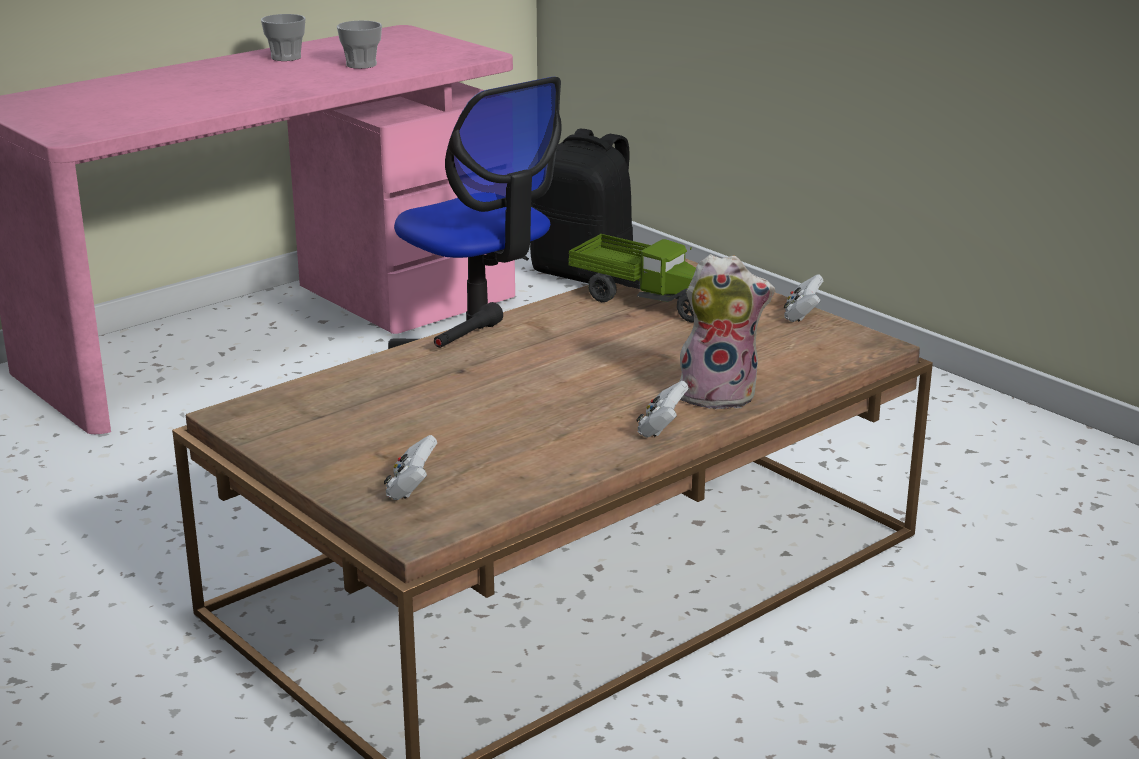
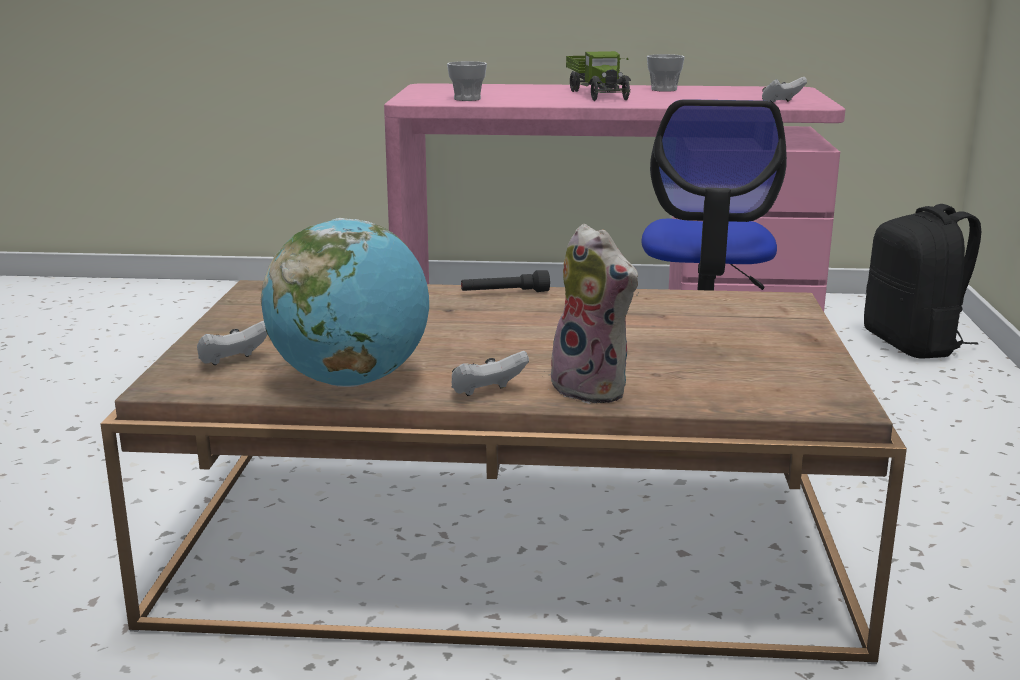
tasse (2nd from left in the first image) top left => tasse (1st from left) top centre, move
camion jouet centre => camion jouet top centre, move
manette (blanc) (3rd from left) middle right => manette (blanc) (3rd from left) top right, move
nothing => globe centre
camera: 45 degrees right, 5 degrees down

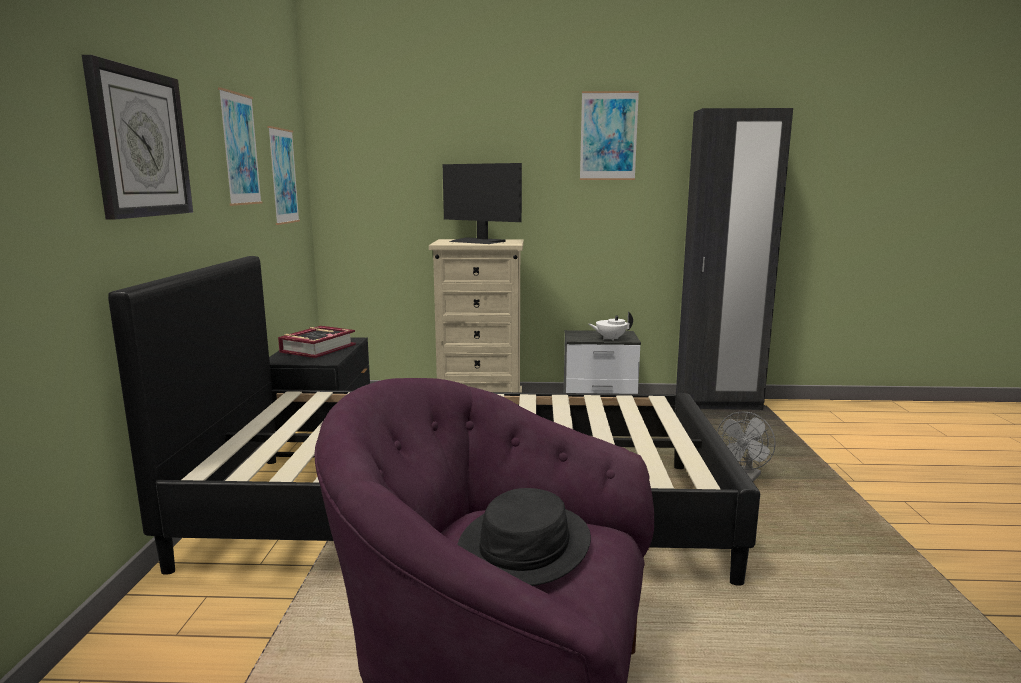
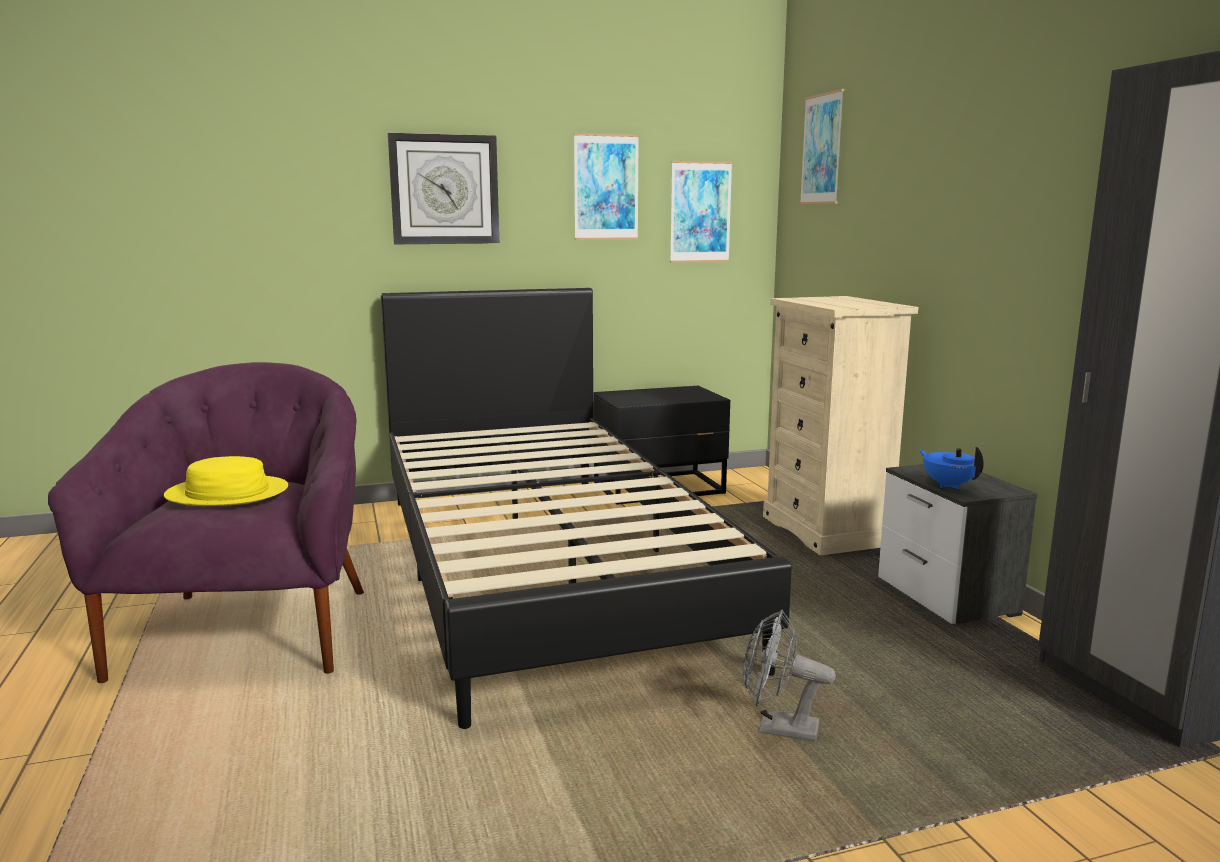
livre middle left => nothing
écran d'ordinateur top centre => nothing
chapeau (noir) bottom centre => chapeau (jaune) middle left
tableau (3rd from left) top centre => tableau (3rd from left) top right, move
théière (blanc) centre => théière (bleu) middle right
camera: 70 degrees right, 0 degrees up

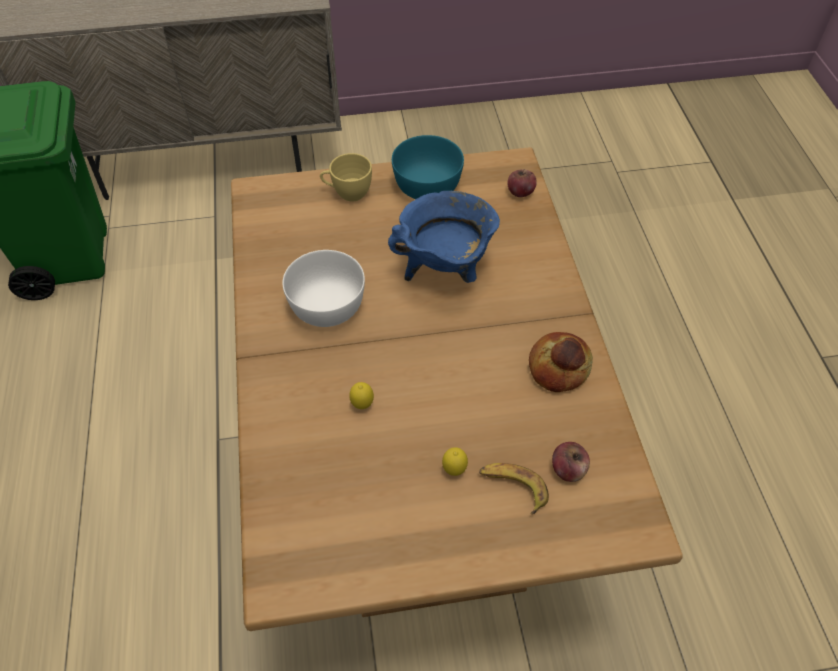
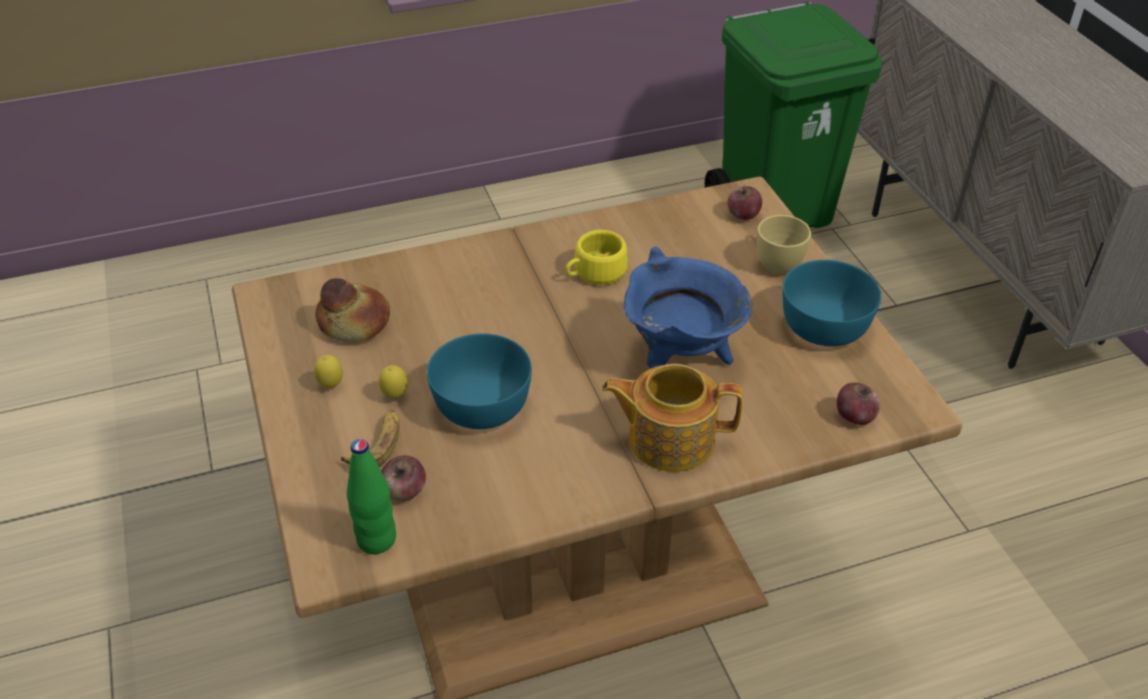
bol (blanc) centre => tasse (jaune) (1st from left) centre
citron (1st from left) centre => citron (1st from left) middle left, move
pain middle right => pain middle left, move
nothing => bouteille (vert) bottom left
nothing => bol (turquoise) (1st from left) centre
nothing => théière centre
nothing => pomme (2nd from left) top centre
camera: 80 degrees right, 10 degrees down

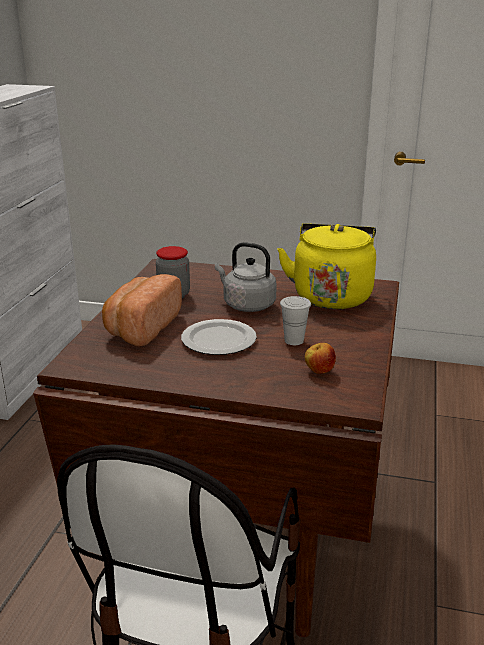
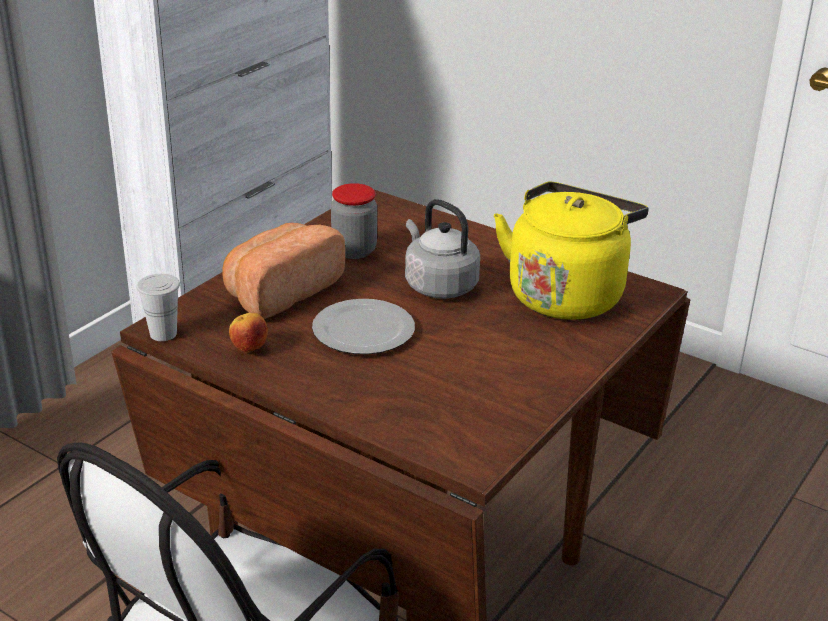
tasse (blanc) centre => tasse (blanc) middle left, move
pomme centre => pomme middle left, move
camera: 20 degrees right, 5 degrees up

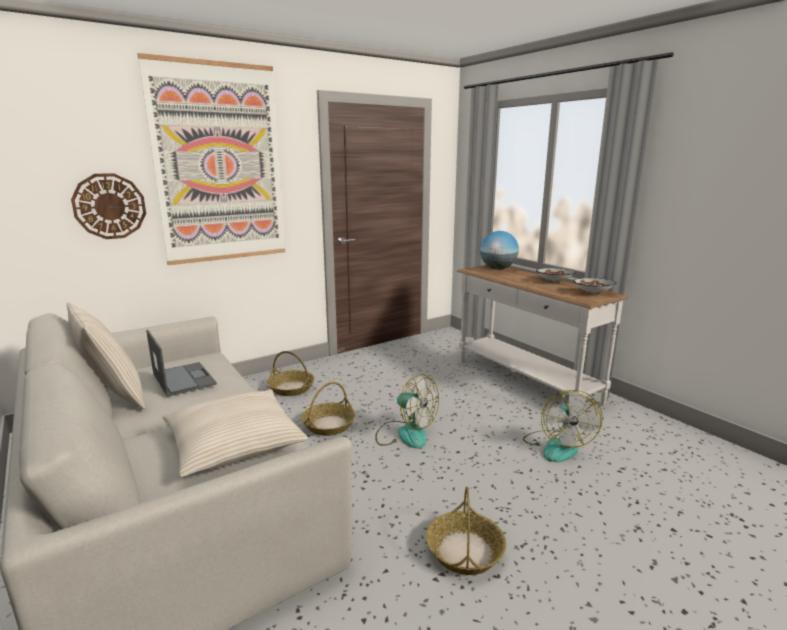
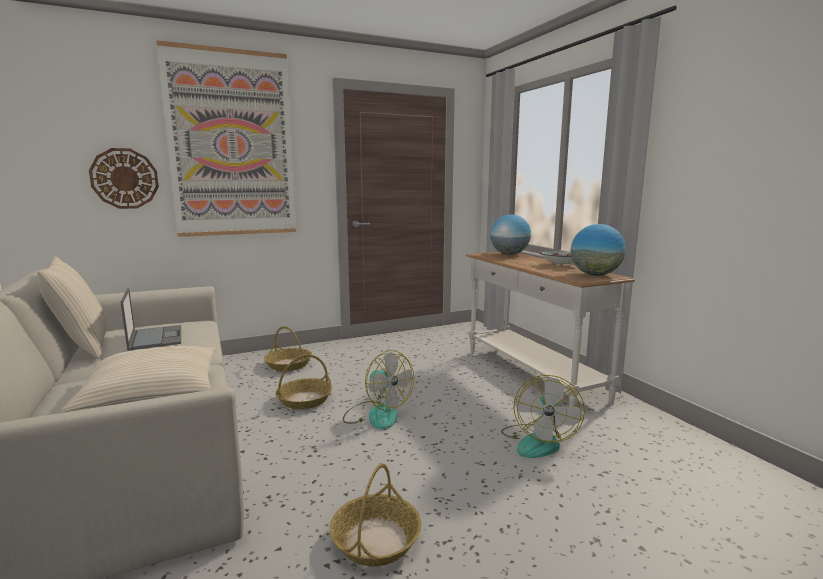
bol (2nd from left) middle right => globe (2nd from left) middle right
camera: 10 degrees right, 5 degrees down

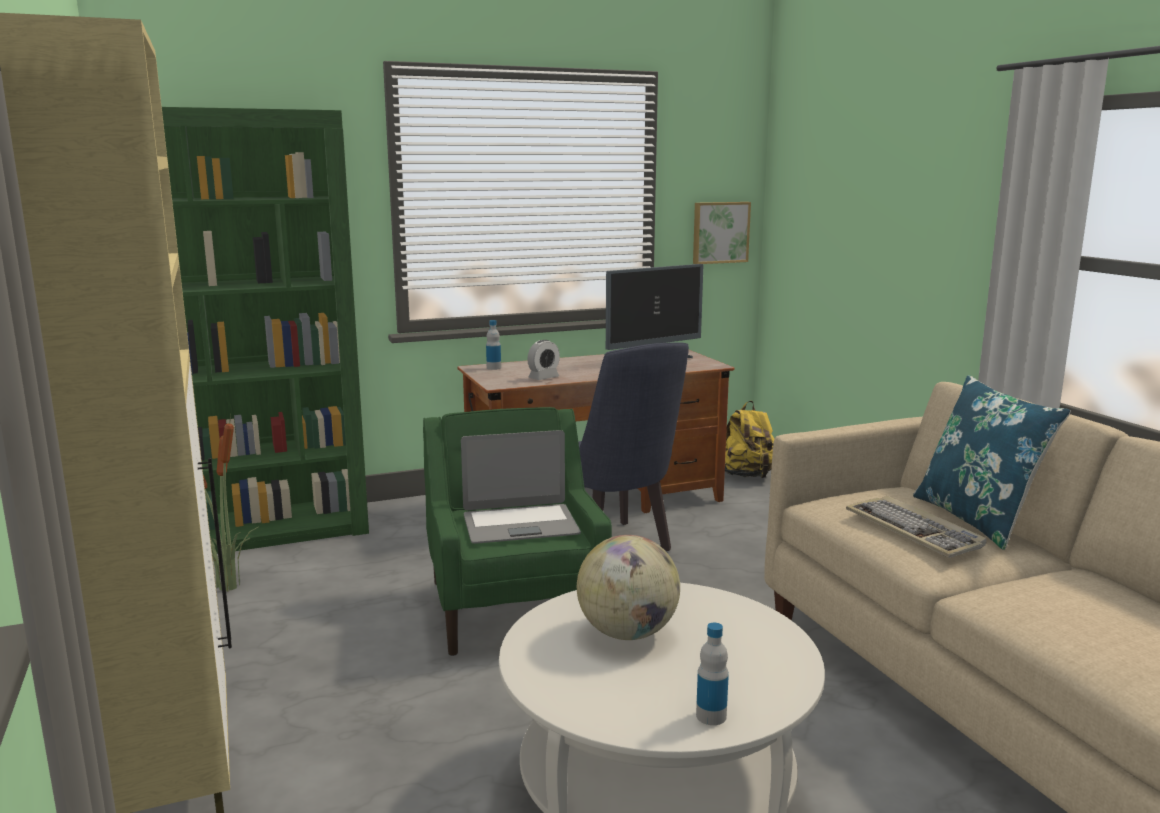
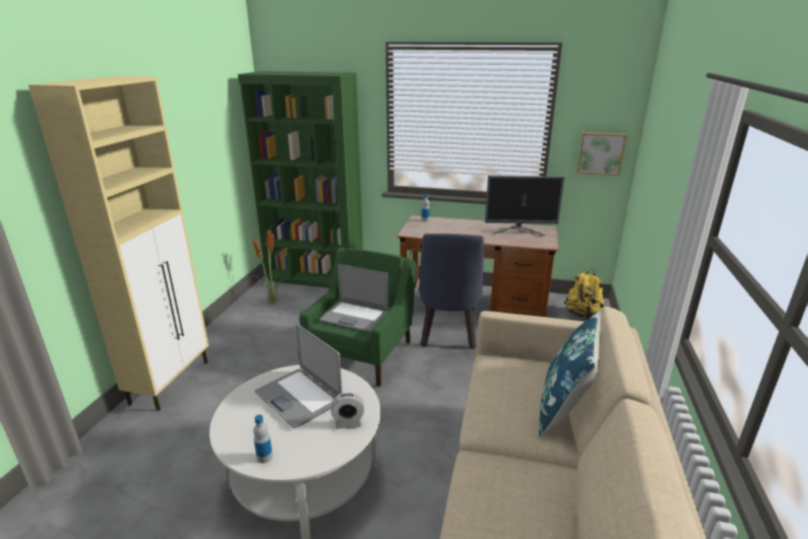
réveil centre => réveil bottom centre, move
globe bottom centre => ordinateur portable (1st from left) bottom centre
clavier middle right => nothing
camera: 35 degrees right, 10 degrees up

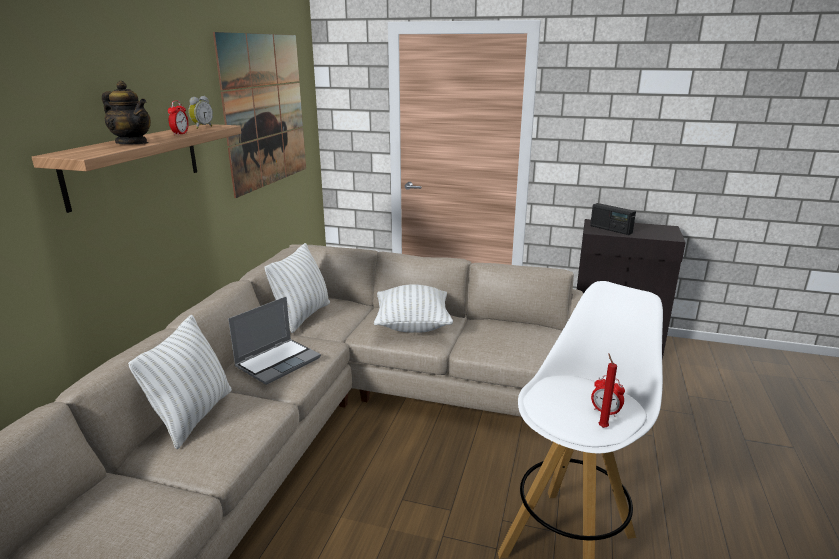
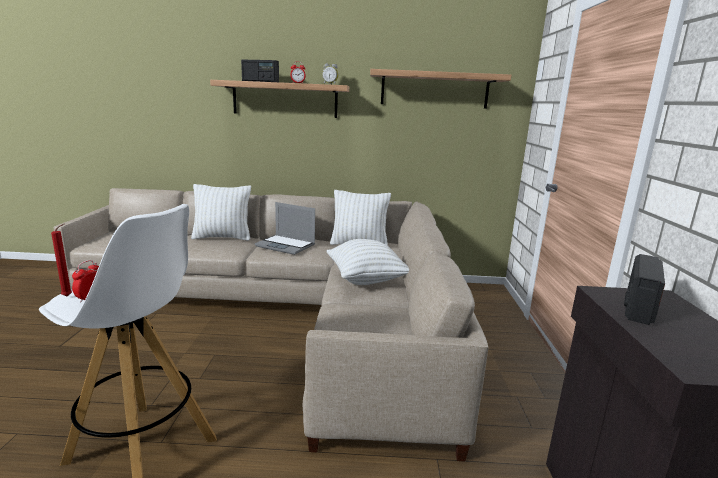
théière top left => radio (1st from left) top centre
tableau top left => étagère (2nd from left) top centre
camera: 75 degrees right, 5 degrees down

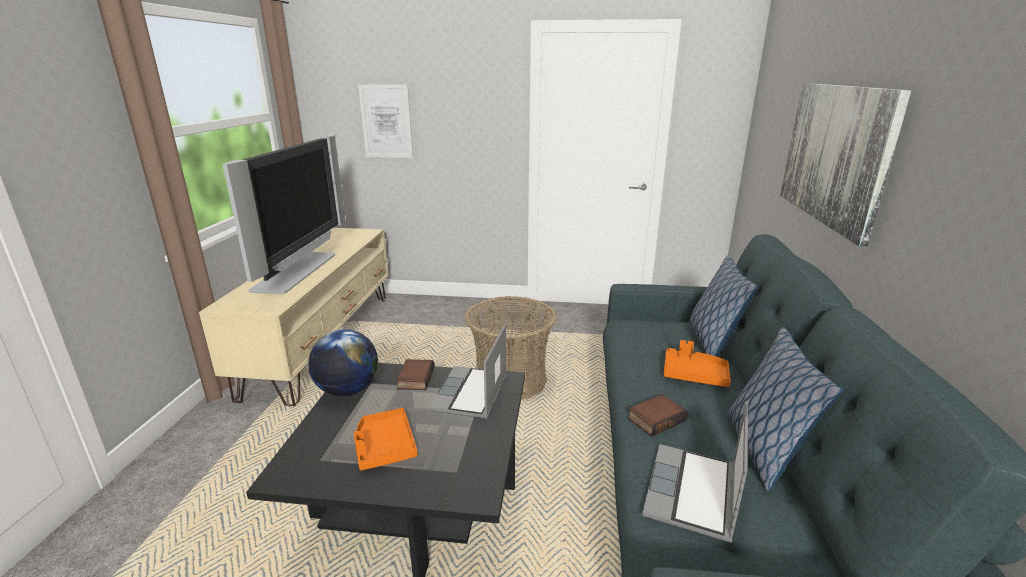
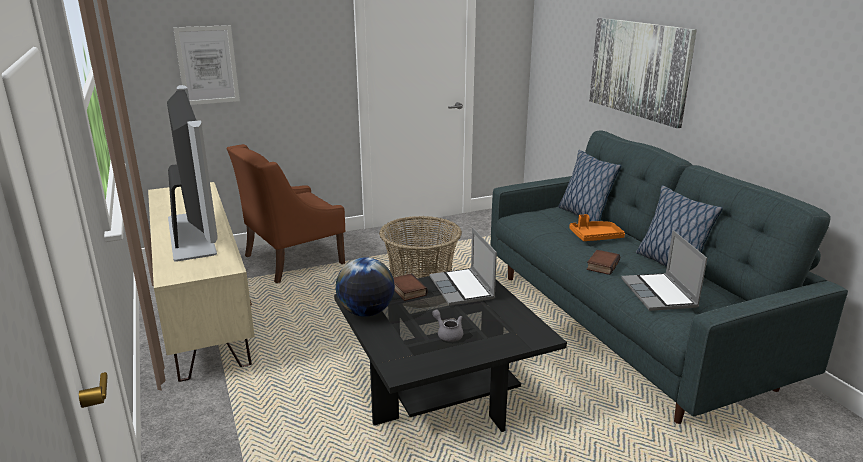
plateau (orange) (1st from left) bottom centre => théière (gris) bottom centre
nothing => fauteuil (marron) middle left
camera: 30 degrees left, 0 degrees up

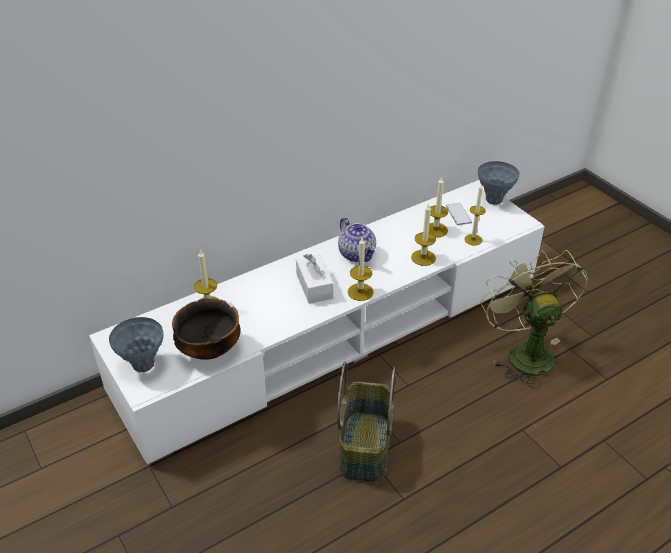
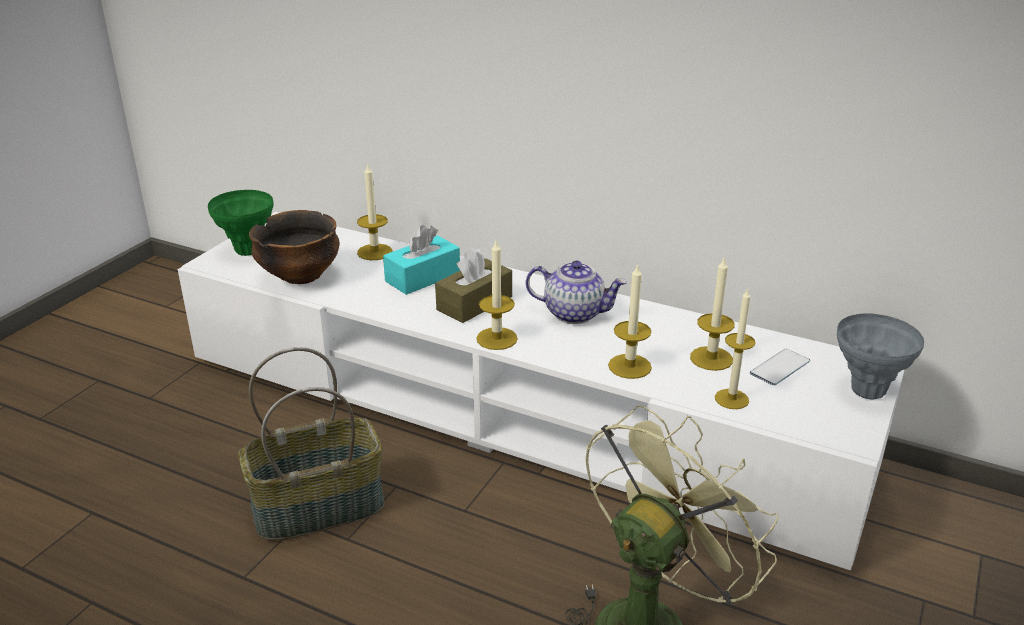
vase (gris) (1st from left) middle left => vase (vert) middle left
boîte à mouchoirs (blanc) centre => boîte à mouchoirs (marron) centre
théière centre, 105 degrees counterclockwise
nothing => boîte à mouchoirs (turquoise) centre
camera: 60 degrees right, 10 degrees down

